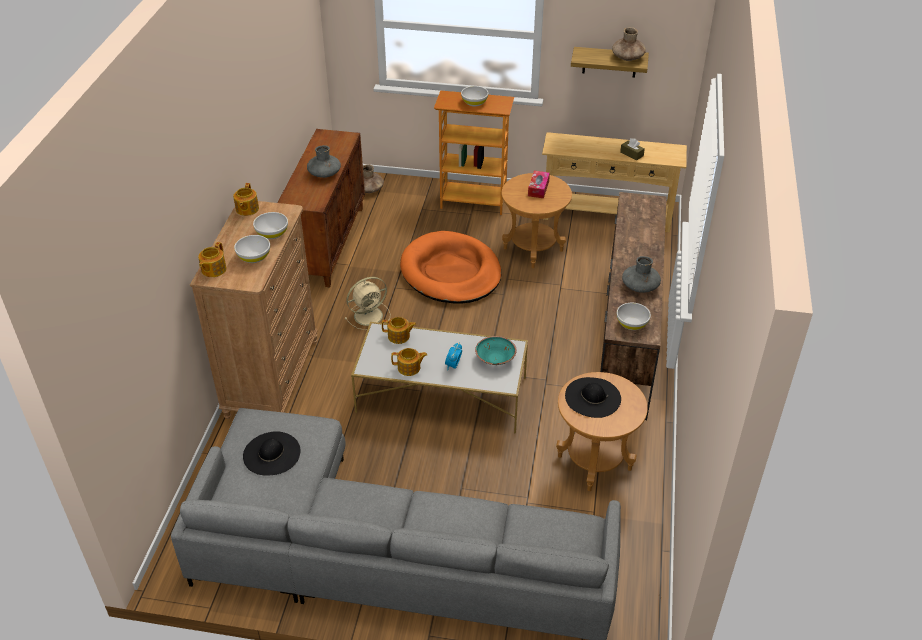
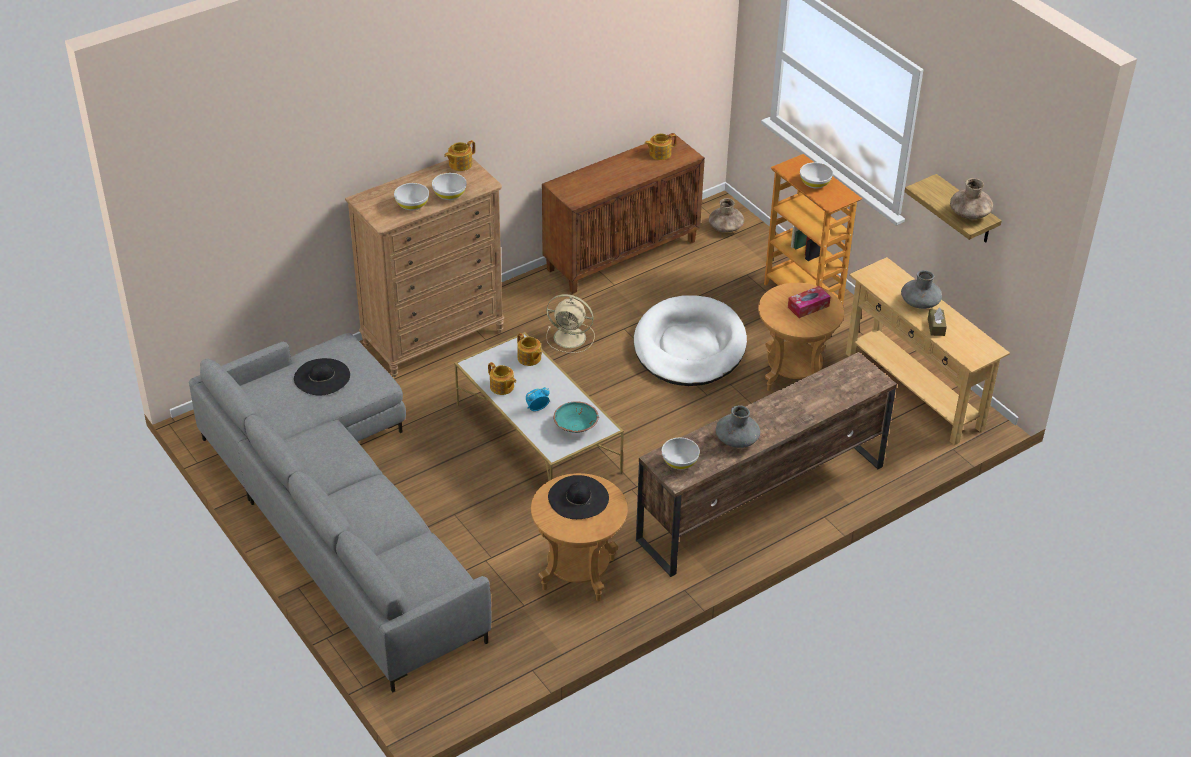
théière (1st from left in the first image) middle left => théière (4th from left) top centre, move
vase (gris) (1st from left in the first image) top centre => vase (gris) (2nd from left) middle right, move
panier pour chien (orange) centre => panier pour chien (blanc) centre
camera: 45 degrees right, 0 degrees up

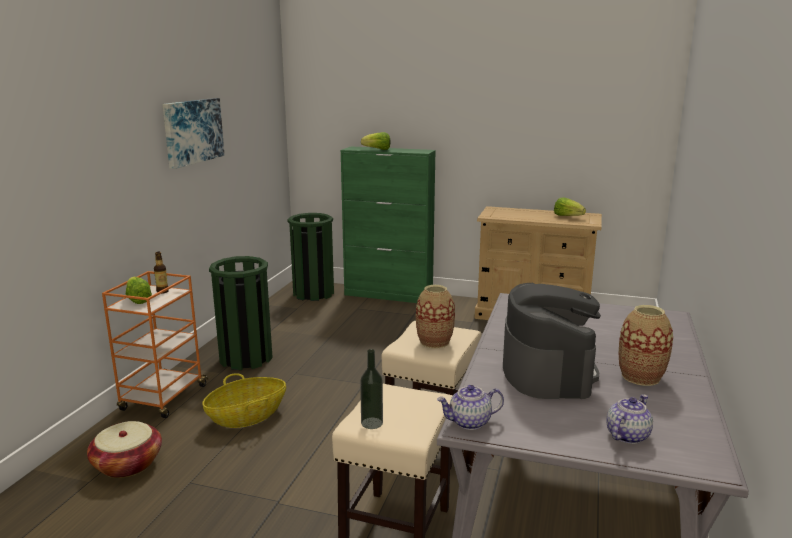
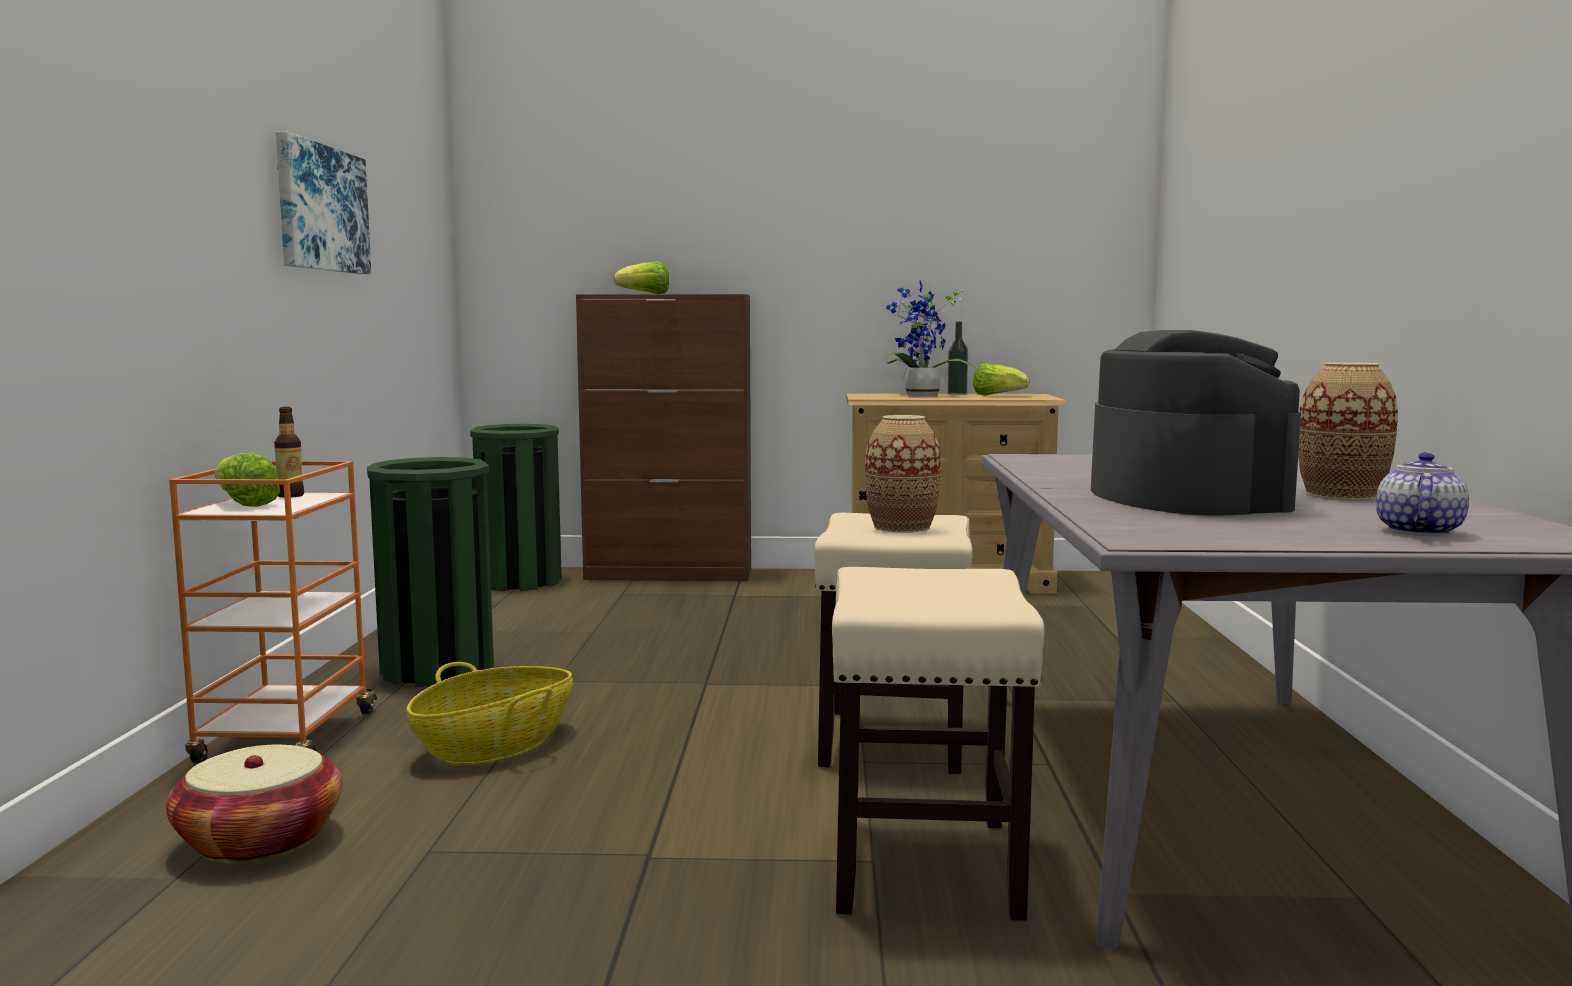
meuble de rangement (vert) centre => meuble de rangement (marron) centre
bouteille (2nd from left) bottom centre => bouteille (2nd from left) centre, move
théière (1st from left) bottom centre => nothing
nothing => plante en pot centre
camera: 15 degrees left, 10 degrees down

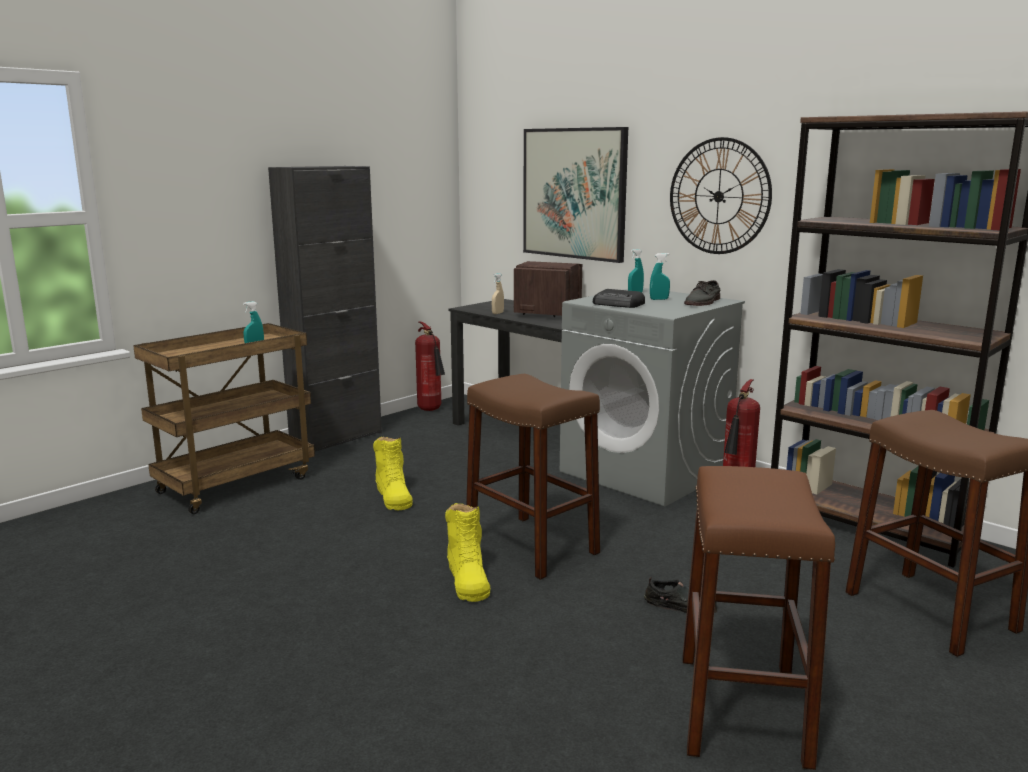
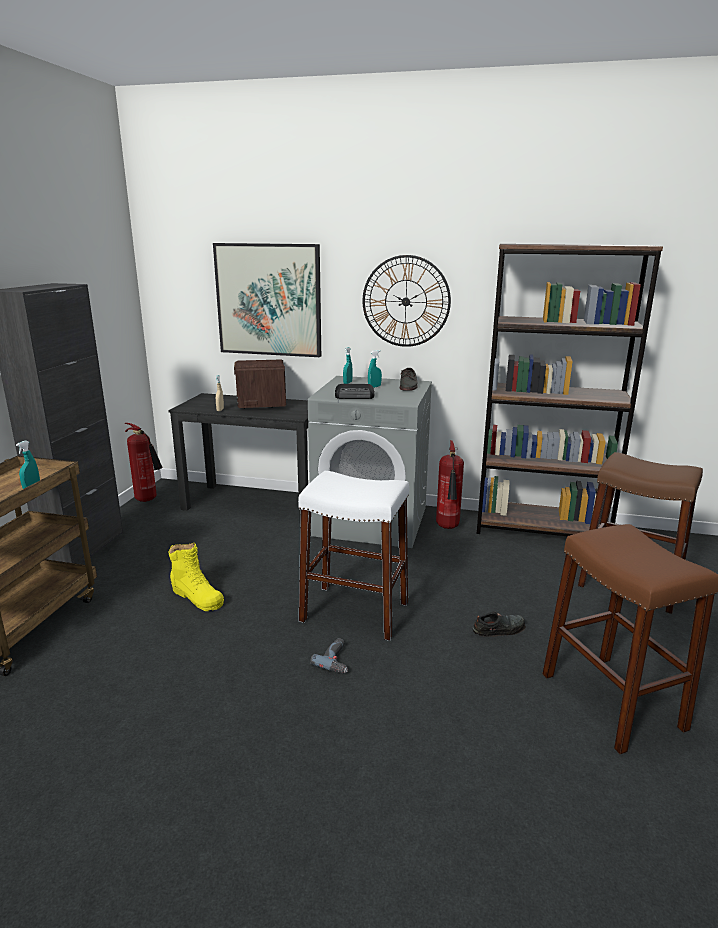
botte (jaune) (2nd from left) bottom centre => perceuse bottom centre
tabouret (marron) (1st from left) centre => tabouret (blanc) centre
camera: 30 degrees left, 5 degrees up

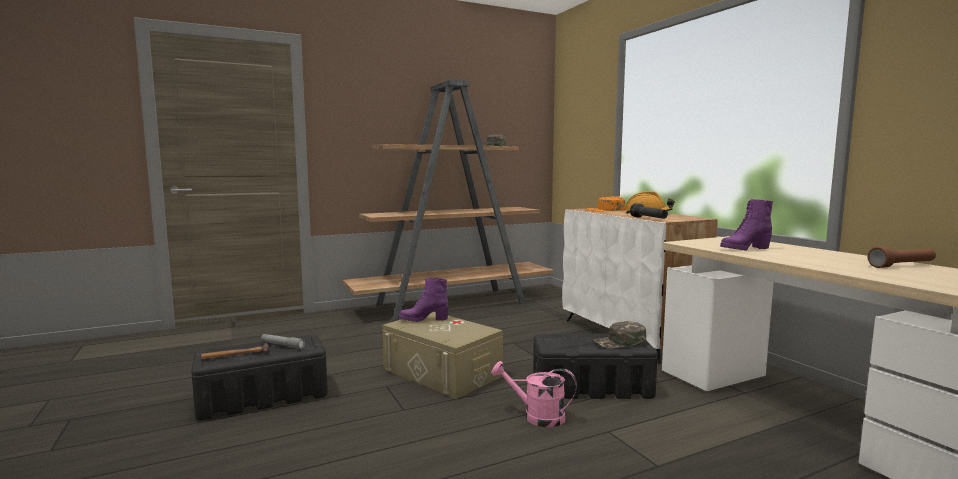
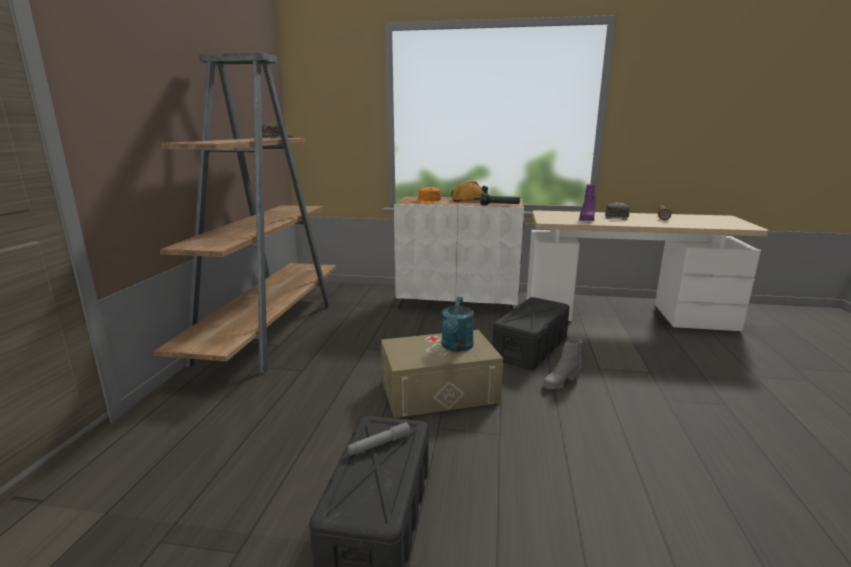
marteau bottom left => nothing
botte (violet) (1st from left) centre => nothing
arrosoir (rose) bottom centre => botte (gris) centre
casquette (vert) (2nd from left) bottom centre => casquette (vert) (2nd from left) middle right, move
nothing => arrosoir (turquoise) centre
camera: 55 degrees left, 10 degrees up

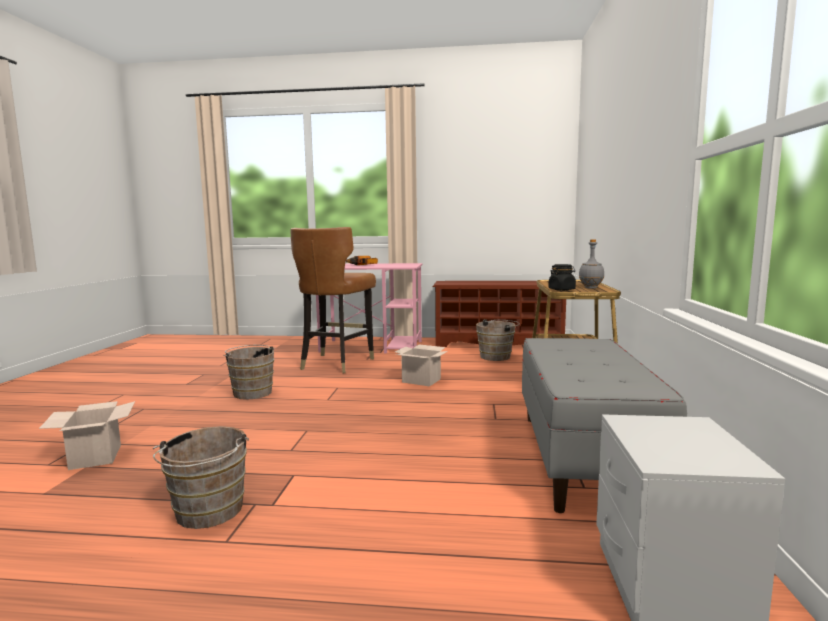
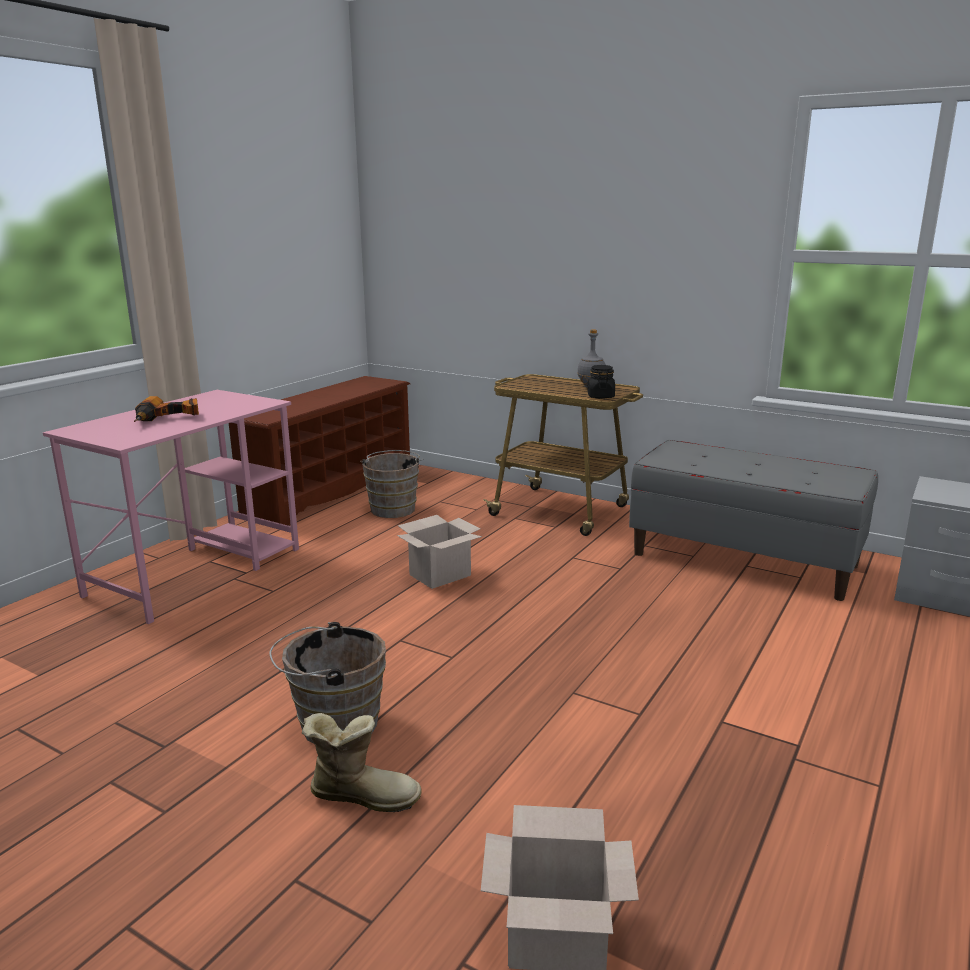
seau (marron) (1st from left) bottom left => nothing
chaise (marron) centre => nothing
nothing => botte bottom centre
camera: 65 degrees left, 10 degrees up

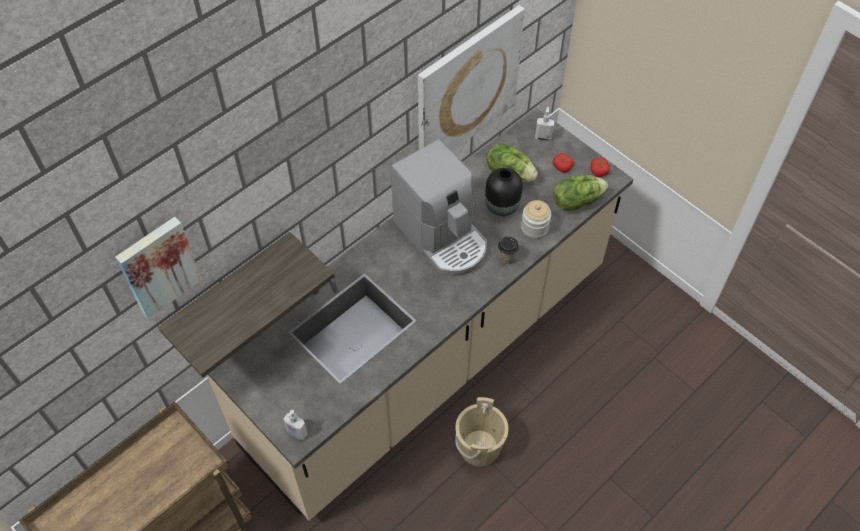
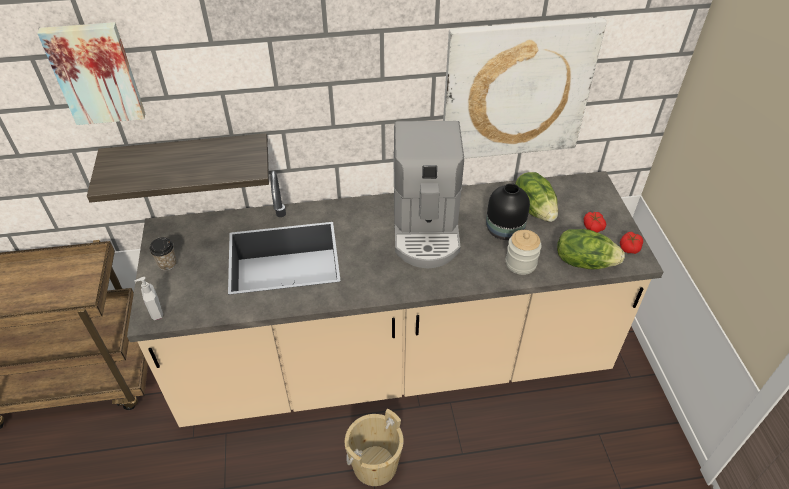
tasse centre => tasse middle left, move
distributeur de savon (2nd from left) top centre => nothing
camera: 35 degrees right, 10 degrees down

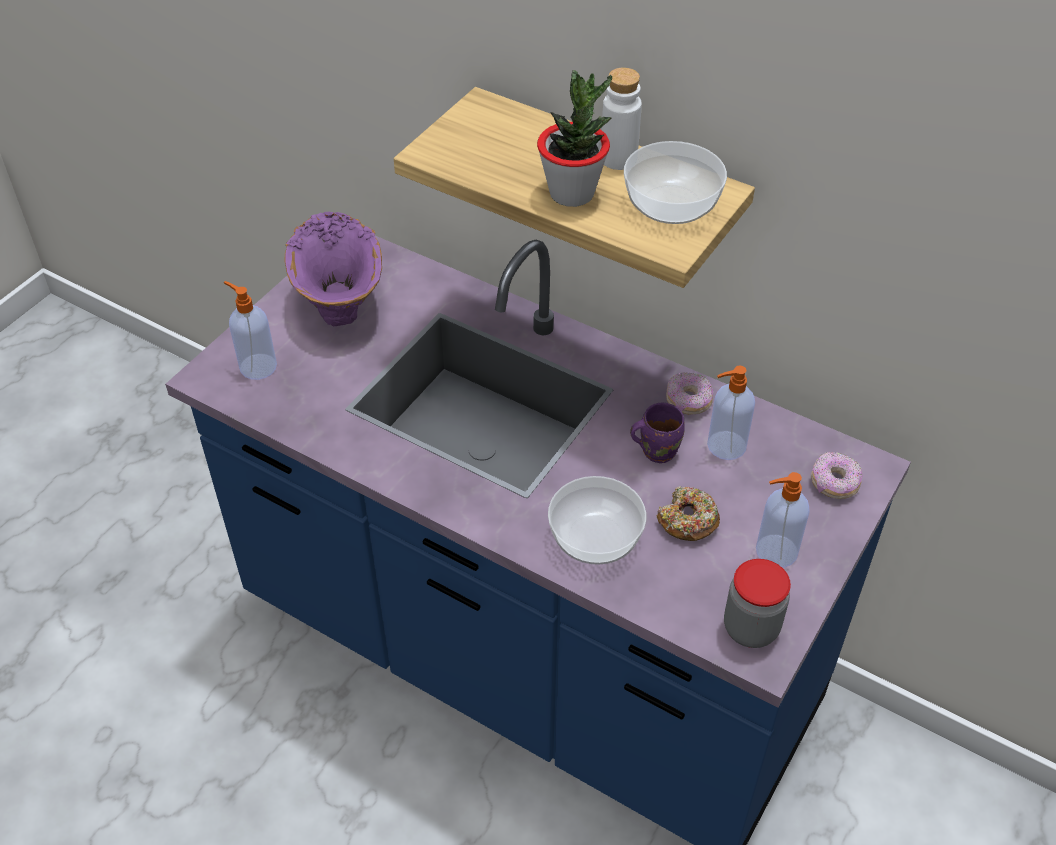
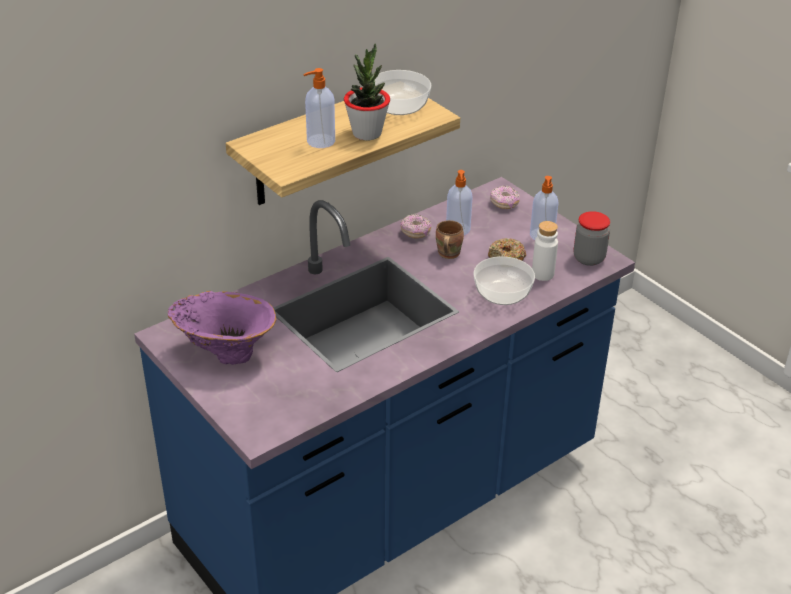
distributeur de savon (1st from left) middle left => distributeur de savon (1st from left) top centre, move
bouteille (blanc) top centre => bouteille (blanc) middle right, move
mug (violet) centre => mug (marron) centre
camera: 70 degrees left, 10 degrees down

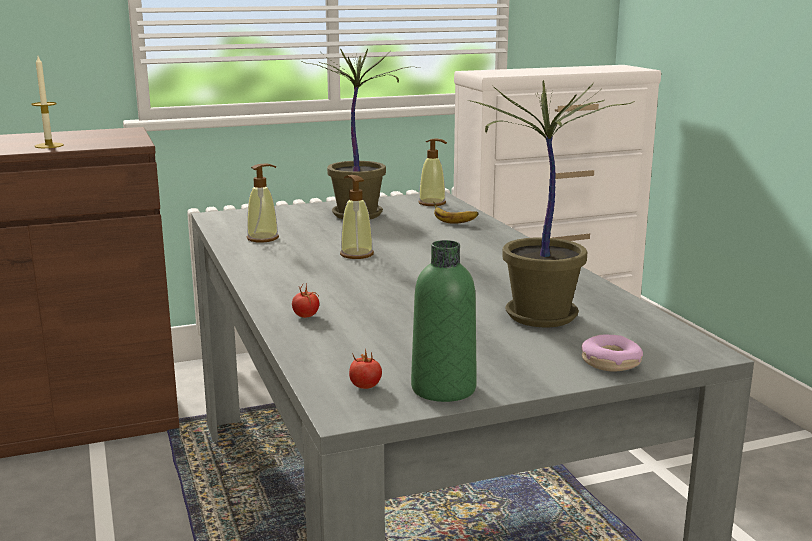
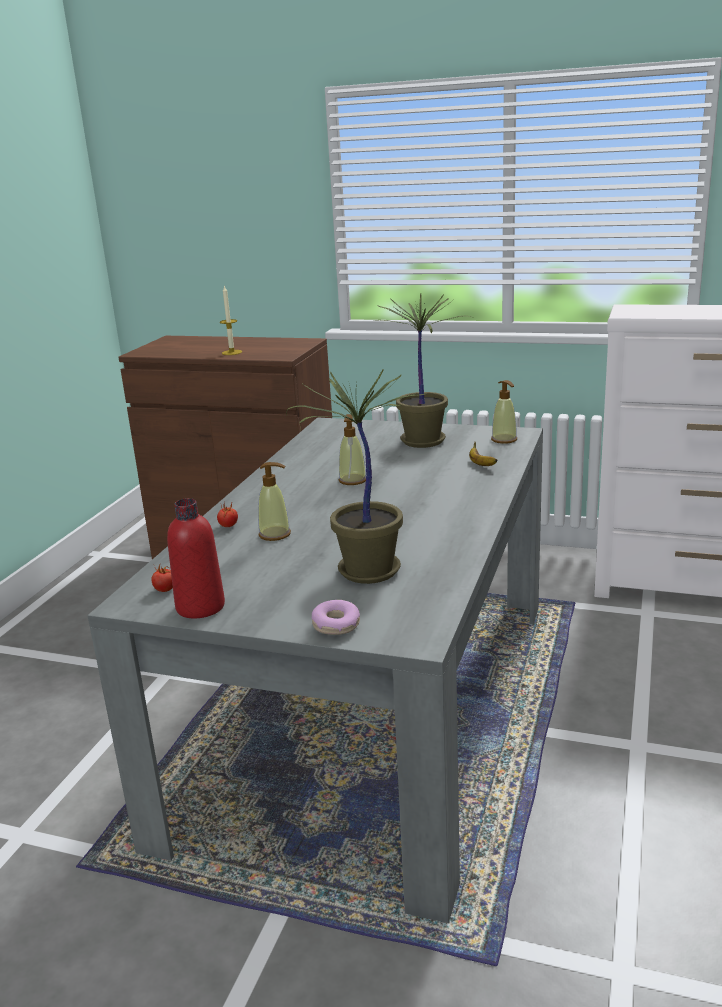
distributeur de savon (1st from left) middle left => distributeur de savon (1st from left) centre, move
bouteille (vert) centre => bouteille (rouge) middle left
camera: 40 degrees right, 5 degrees up

